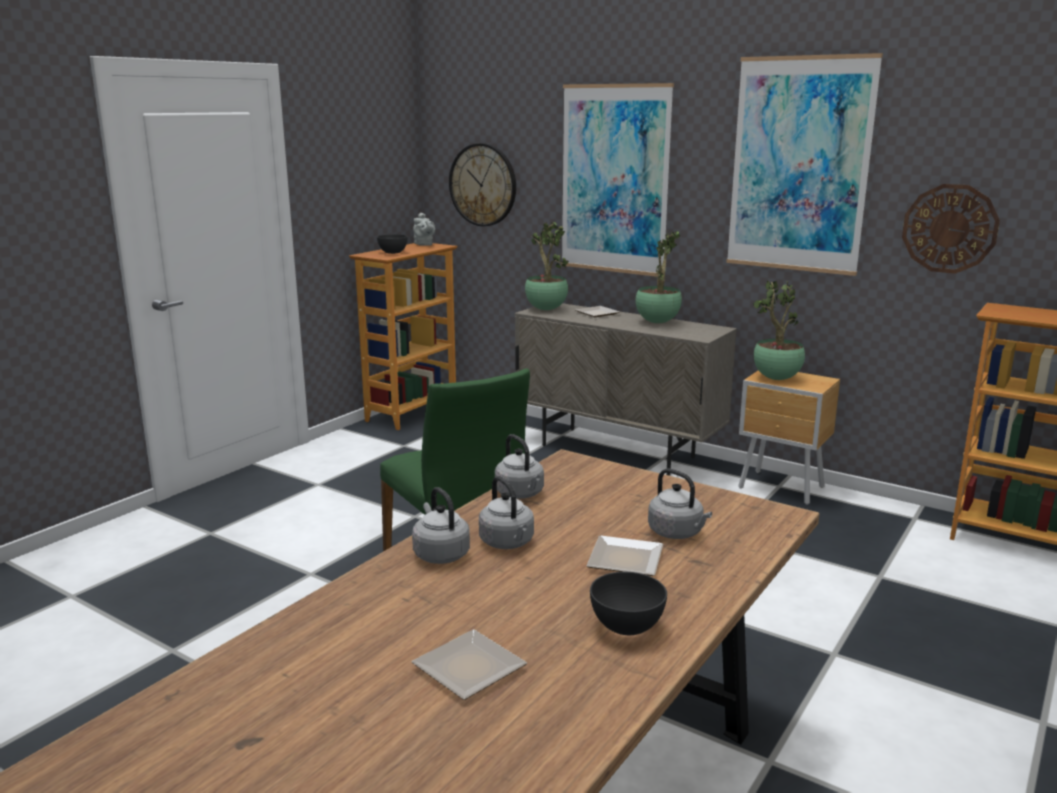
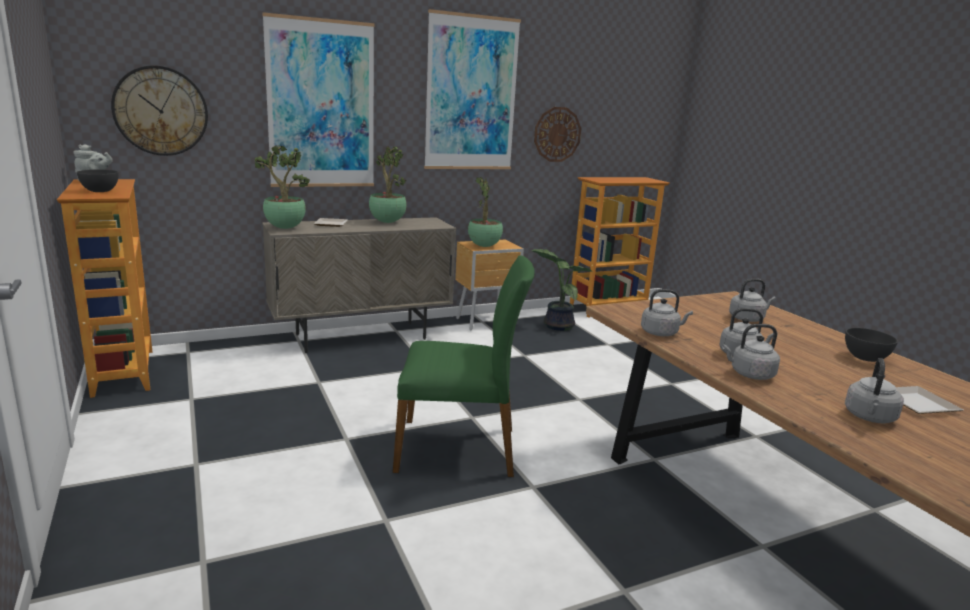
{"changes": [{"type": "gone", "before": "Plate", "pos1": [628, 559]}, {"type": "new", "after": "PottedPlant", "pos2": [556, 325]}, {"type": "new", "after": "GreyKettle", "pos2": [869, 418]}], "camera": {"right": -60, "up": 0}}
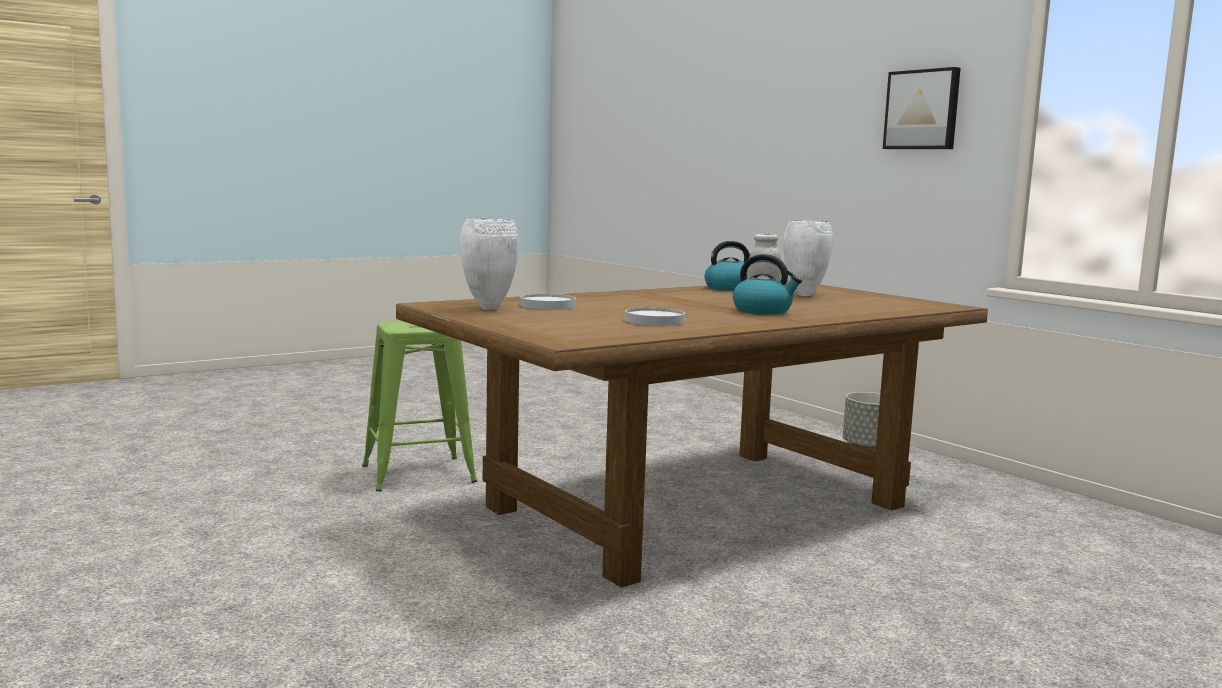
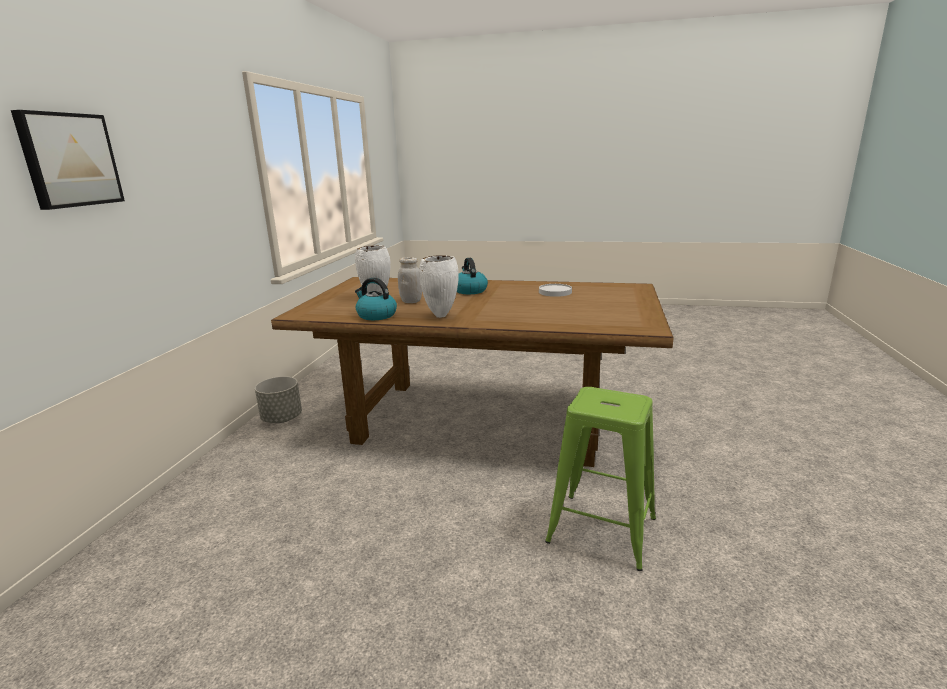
{"changes": [{"type": "gone", "before": "WhitePlate", "pos1": [547, 305]}, {"type": "shifted", "before": "WhiteVase", "pos1": [488, 308], "pos2": [440, 316]}, {"type": "shifted", "before": "Picture", "pos1": [923, 110], "pos2": [69, 160]}], "camera": {"right": -130, "up": 10}}
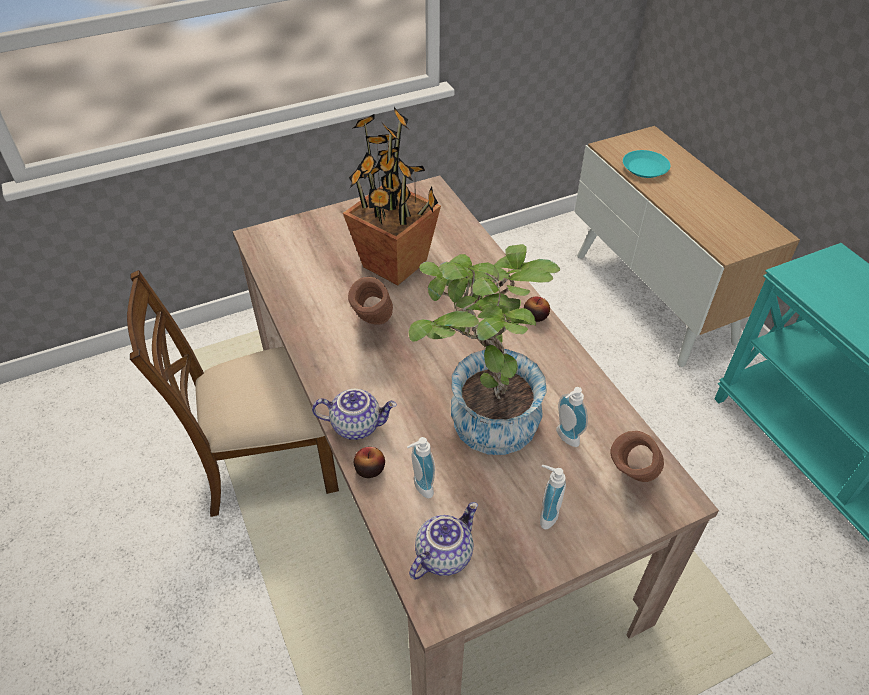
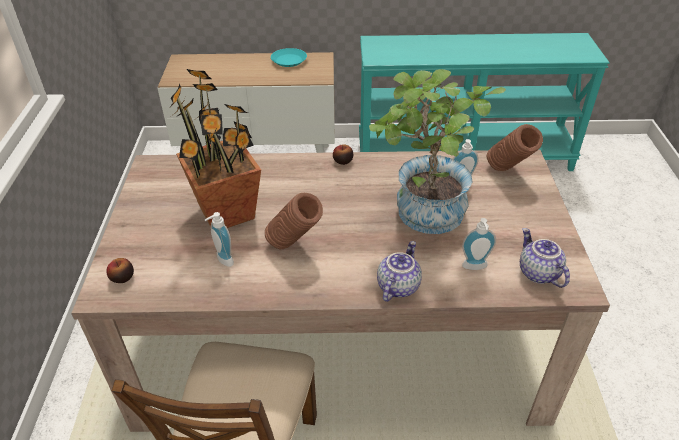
{"changes": [{"type": "shifted", "before": "Apple", "pos1": [370, 469], "pos2": [122, 277]}, {"type": "shifted", "before": "SoapDispenser", "pos1": [545, 514], "pos2": [222, 260]}, {"type": "shifted", "before": "TurquoisePlate", "pos1": [645, 168], "pos2": [289, 60]}], "camera": {"right": -65, "up": -5}}
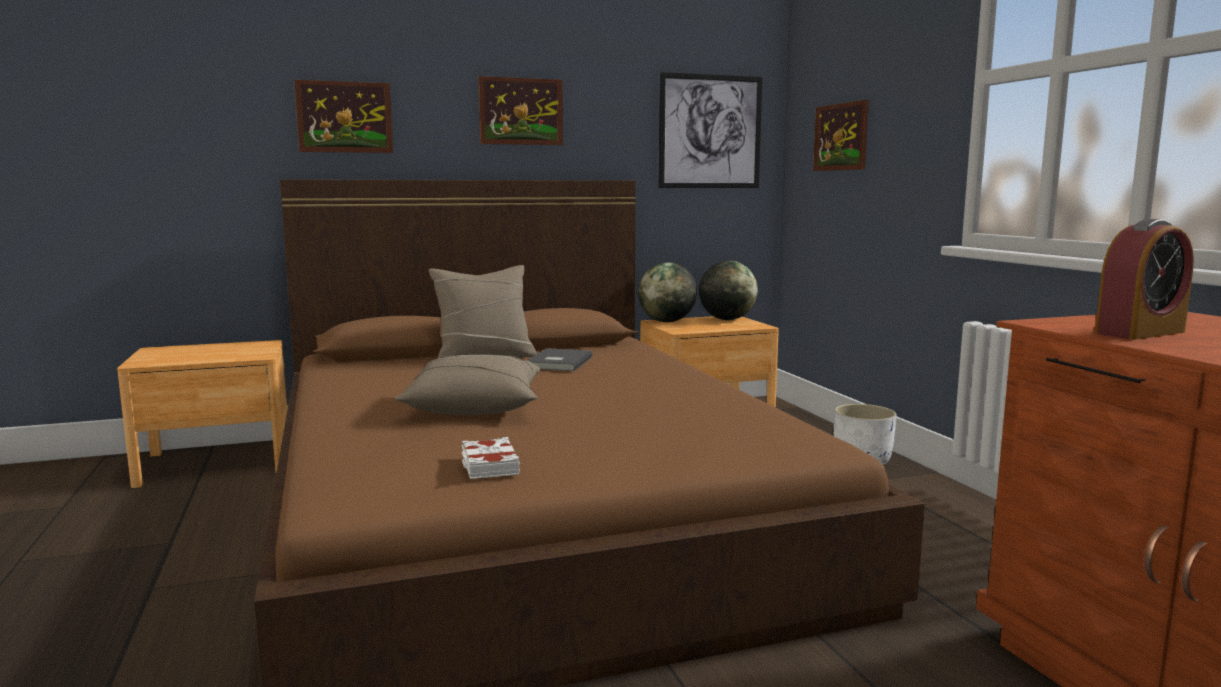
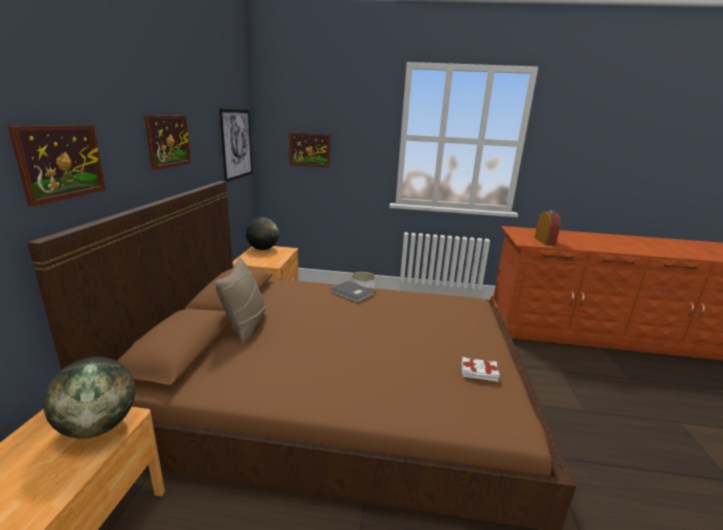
{"changes": [{"type": "gone", "before": "BeigePillow", "pos1": [475, 407]}, {"type": "shifted", "before": "GreyBook", "pos1": [557, 363], "pos2": [352, 293]}, {"type": "shifted", "before": "Globe", "pos1": [667, 322], "pos2": [98, 426]}], "camera": {"right": -65, "up": 10}}
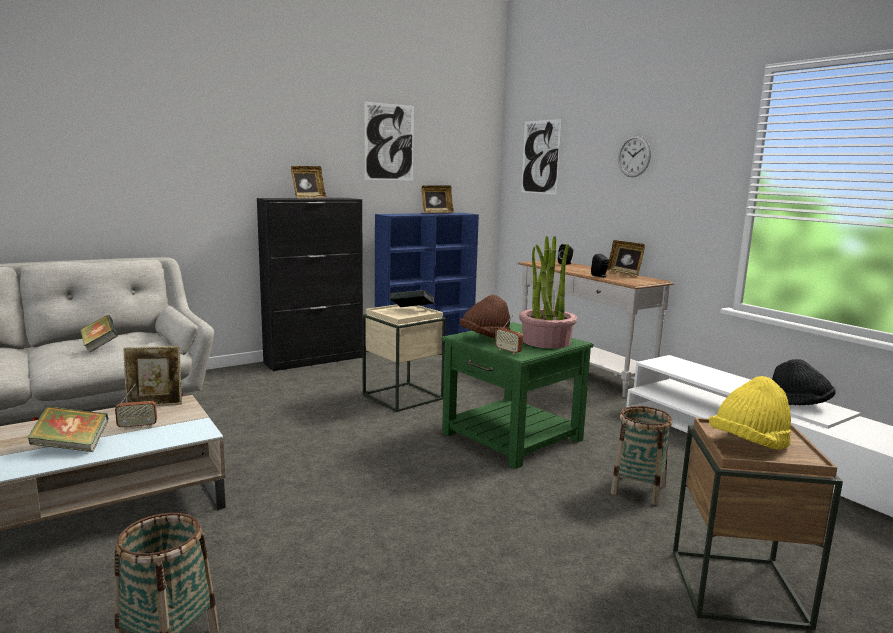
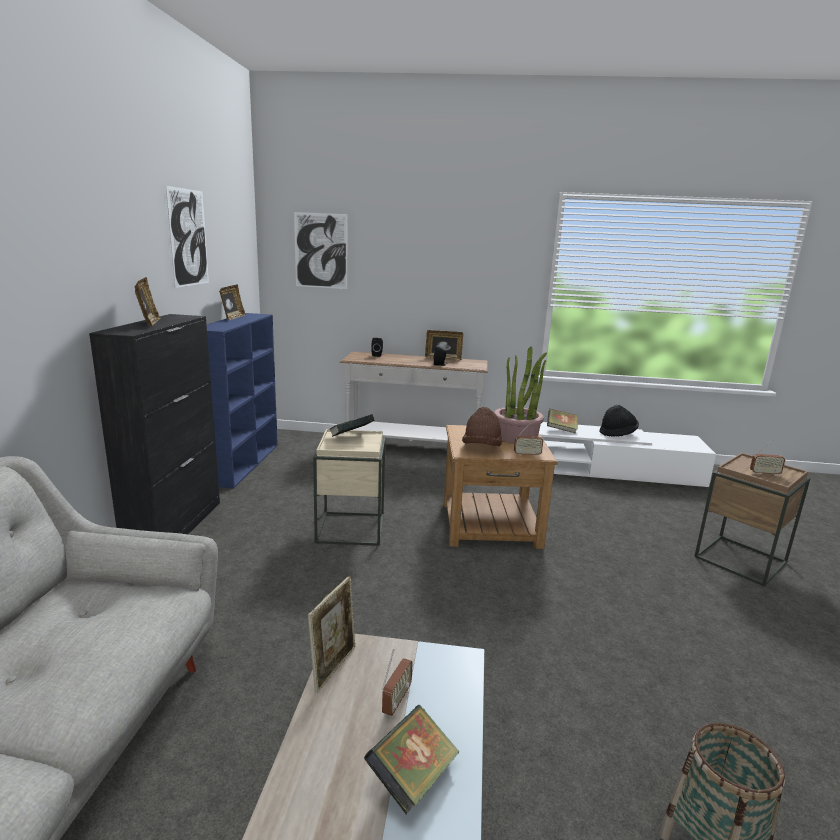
{"changes": [{"type": "gone", "before": "Basket", "pos1": [638, 490]}, {"type": "gone", "before": "WallClock", "pos1": [634, 156]}, {"type": "shifted", "before": "Book", "pos1": [100, 346], "pos2": [561, 430]}, {"type": "swapped", "before": "YellowHat", "after": "Radio", "pos1": [748, 445], "pos2": [764, 473]}, {"type": "repainted", "before": "GreenSideTable", "after": "BrownSideTable", "pos1": [511, 436], "pos2": [490, 525]}], "camera": {"right": -50, "up": 5}}
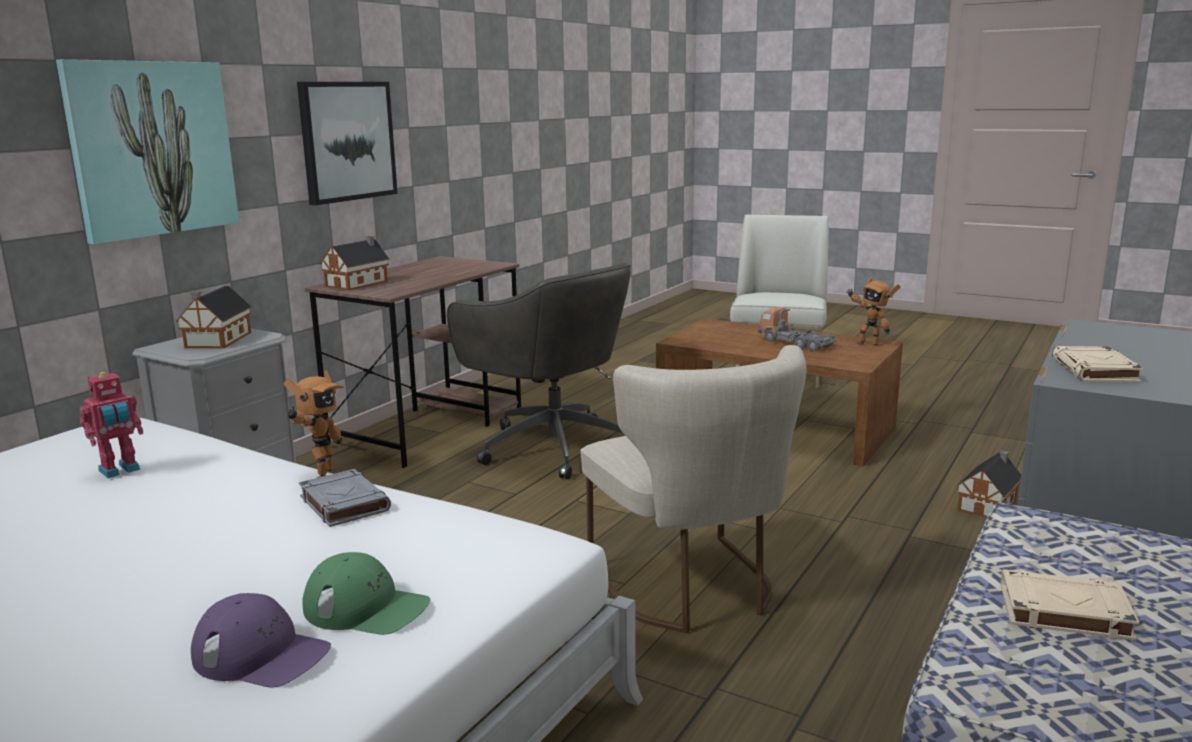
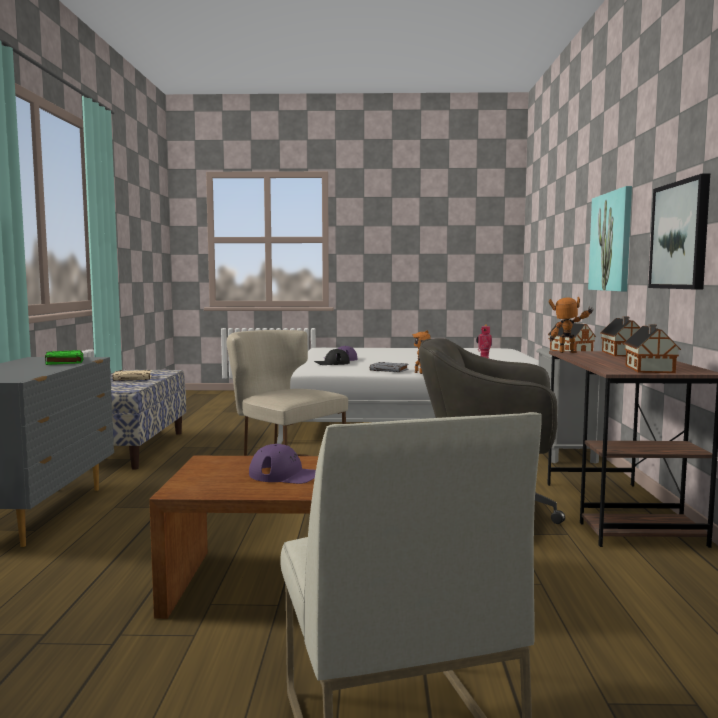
{"changes": [{"type": "shifted", "before": "ToyRobot", "pos1": [867, 343], "pos2": [569, 353]}, {"type": "shifted", "before": "ToyHouse", "pos1": [988, 504], "pos2": [649, 369]}, {"type": "swapped", "before": "ToyTruck", "after": "PurpleCap", "pos1": [795, 343], "pos2": [286, 475]}, {"type": "repainted", "before": "GreenCap", "after": "BlackCap", "pos1": [366, 608], "pos2": [331, 363]}, {"type": "repainted", "before": "BeigeBook", "after": "GreenBook", "pos1": [1095, 371], "pos2": [64, 361]}], "camera": {"right": 150, "up": -10}}
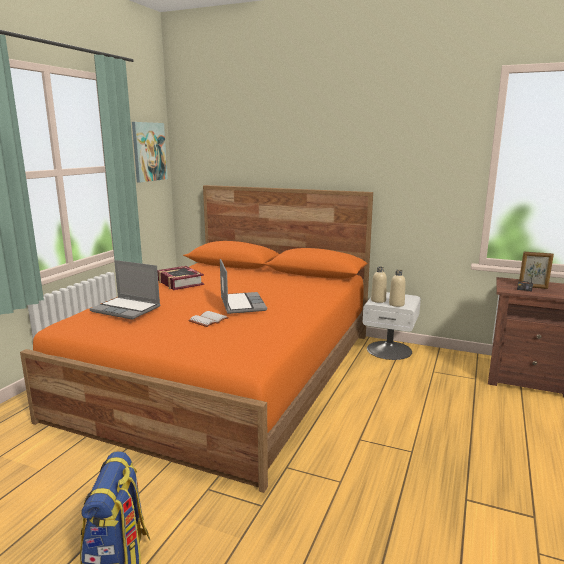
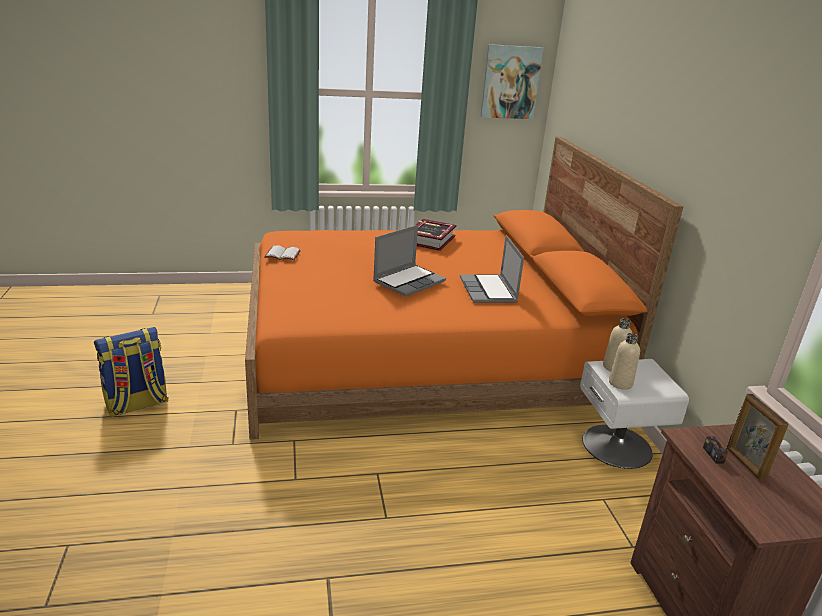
{"changes": [{"type": "shifted", "before": "Laptop", "pos1": [127, 309], "pos2": [489, 291]}, {"type": "shifted", "before": "WhiteBook", "pos1": [209, 321], "pos2": [282, 255]}], "camera": {"right": 55, "up": 10}}
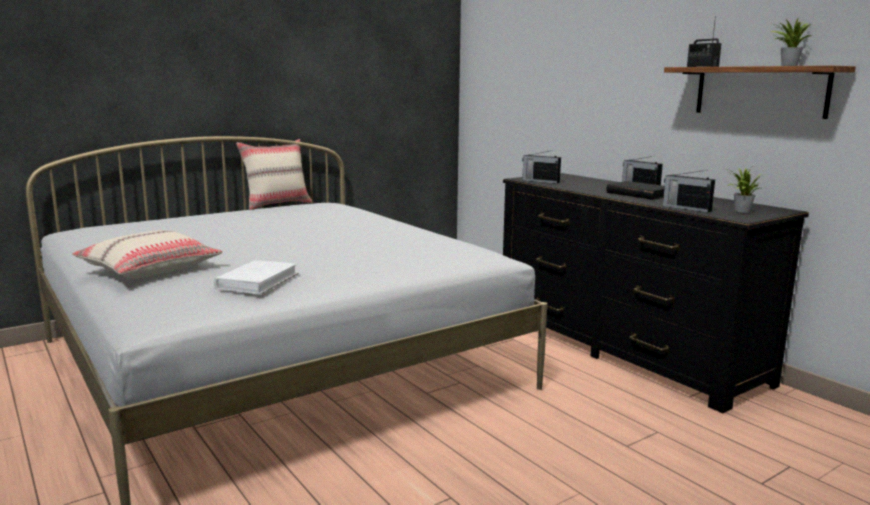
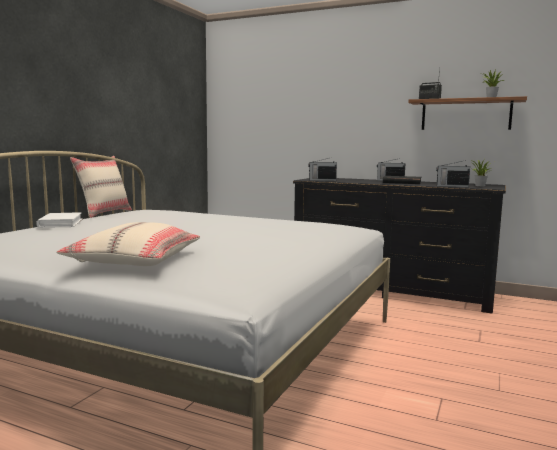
{"changes": [{"type": "shifted", "before": "WhiteBook", "pos1": [257, 281], "pos2": [61, 223]}], "camera": {"right": -30, "up": -5}}
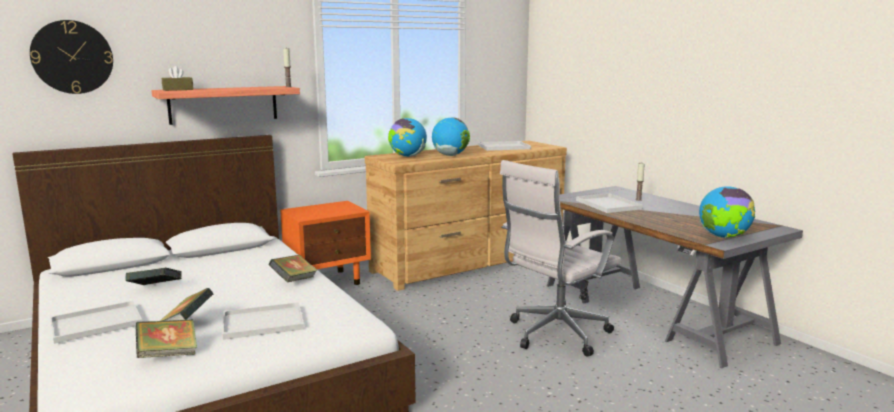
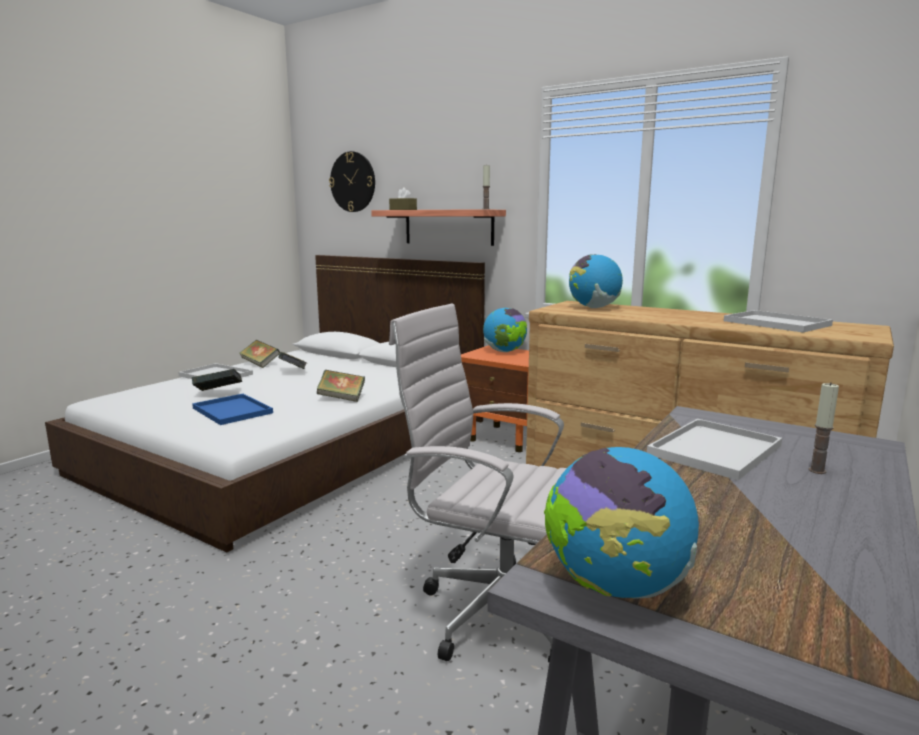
{"changes": [{"type": "shifted", "before": "Book", "pos1": [168, 354], "pos2": [260, 364]}, {"type": "shifted", "before": "Globe", "pos1": [450, 155], "pos2": [504, 351]}, {"type": "repainted", "before": "WhiteTray", "after": "BlueTray", "pos1": [264, 322], "pos2": [234, 411]}], "camera": {"right": 65, "up": 0}}
